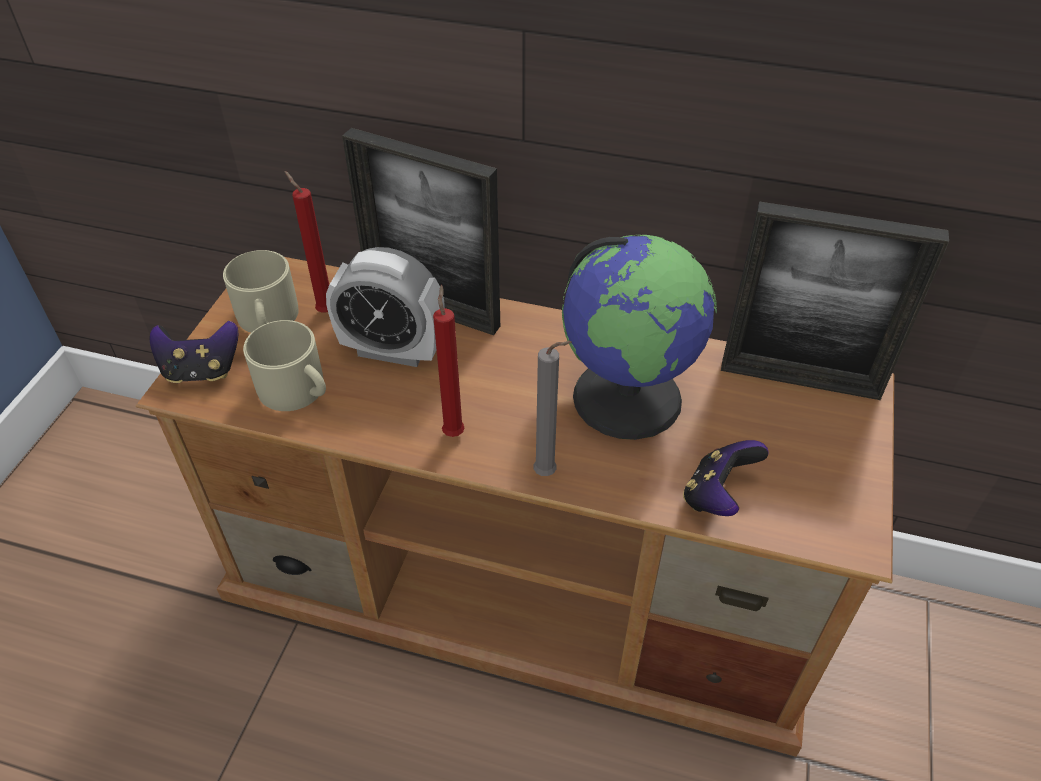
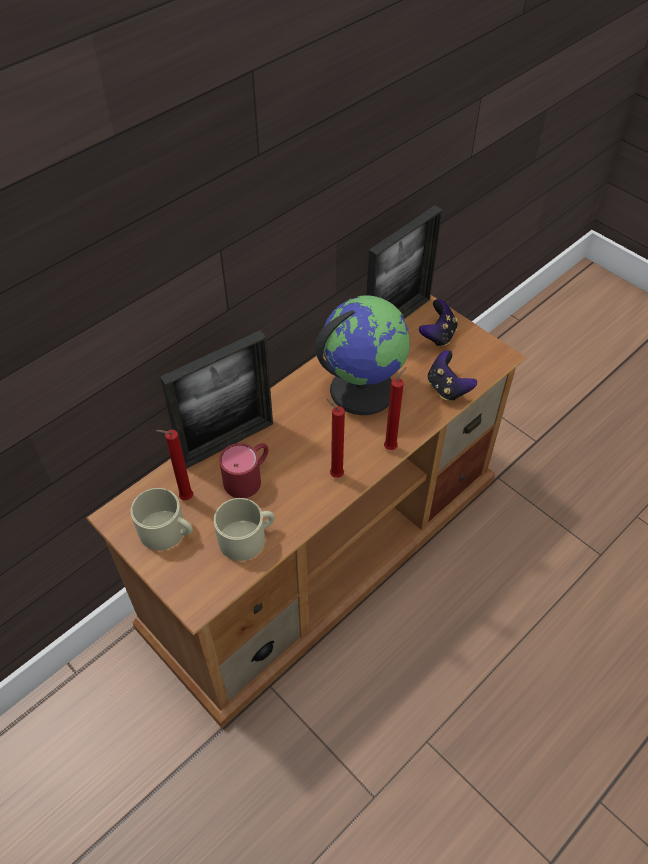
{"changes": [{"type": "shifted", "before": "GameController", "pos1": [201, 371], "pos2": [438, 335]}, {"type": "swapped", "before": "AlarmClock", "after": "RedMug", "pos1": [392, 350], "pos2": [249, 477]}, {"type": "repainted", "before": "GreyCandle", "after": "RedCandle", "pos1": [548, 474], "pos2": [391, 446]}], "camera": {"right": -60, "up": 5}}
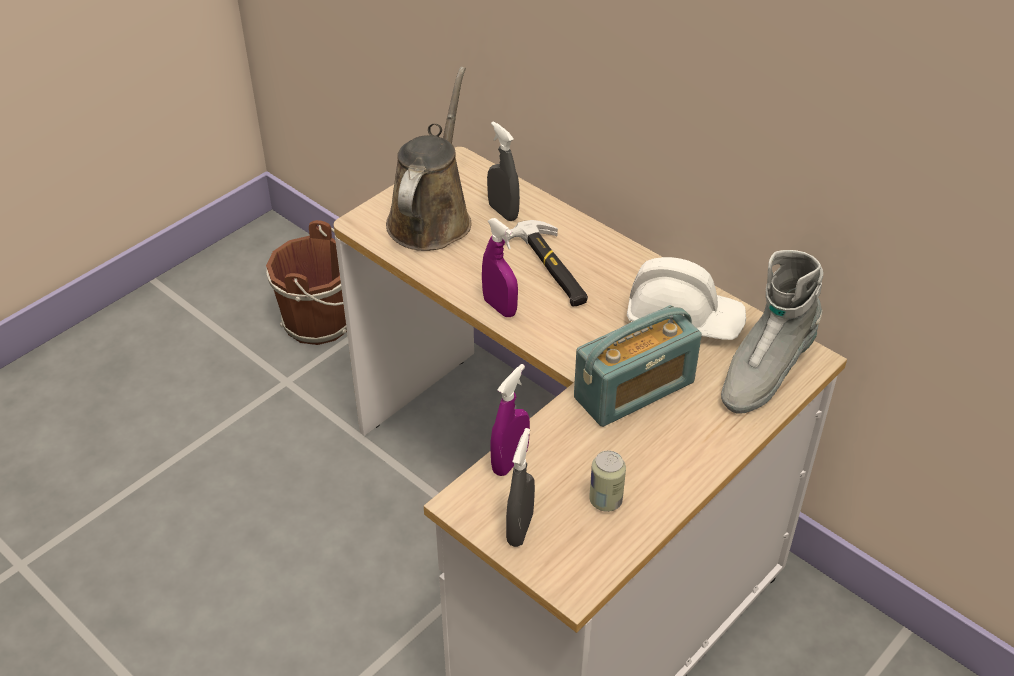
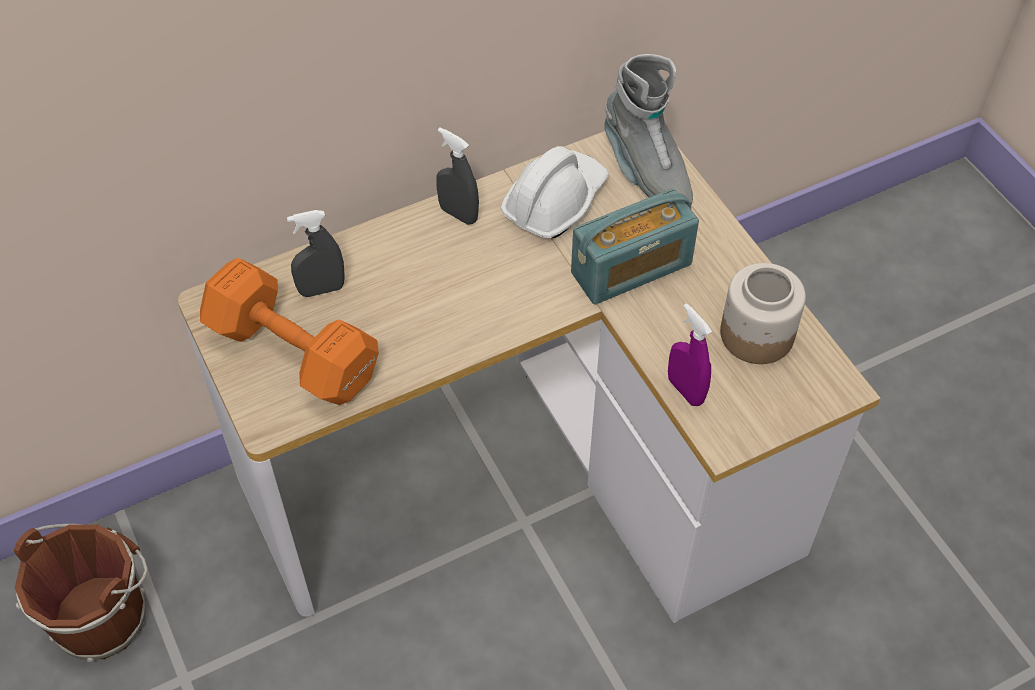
{"changes": [{"type": "gone", "before": "PurpleSprayBottle", "pos1": [500, 307]}, {"type": "gone", "before": "Hammer", "pos1": [549, 268]}, {"type": "shifted", "before": "GreySprayBottle", "pos1": [520, 528], "pos2": [458, 214]}, {"type": "swapped", "before": "BrownWateringCan", "after": "OrangeDumbbell", "pos1": [432, 217], "pos2": [295, 355]}, {"type": "swapped", "before": "Can", "after": "Jar", "pos1": [605, 501], "pos2": [755, 334]}, {"type": "rotated", "before": "Radio", "pos1": [634, 390], "pos2": [631, 269], "turn": 75}], "camera": {"right": -70, "up": 10}}
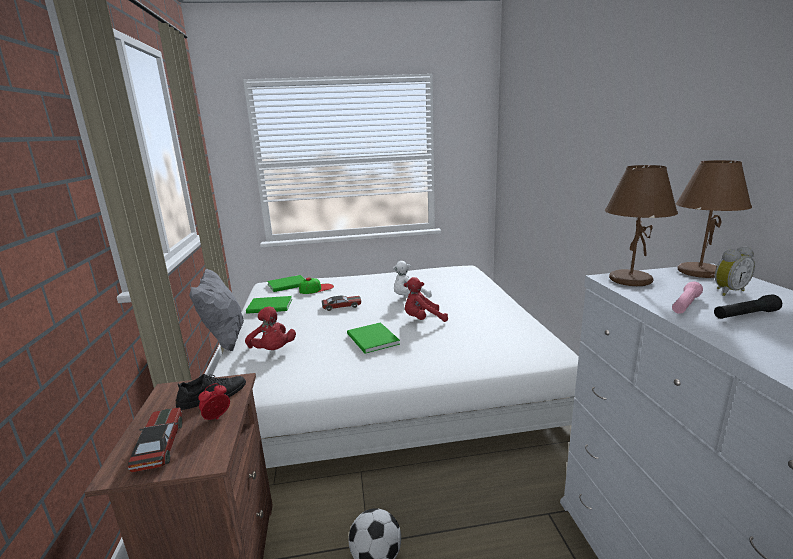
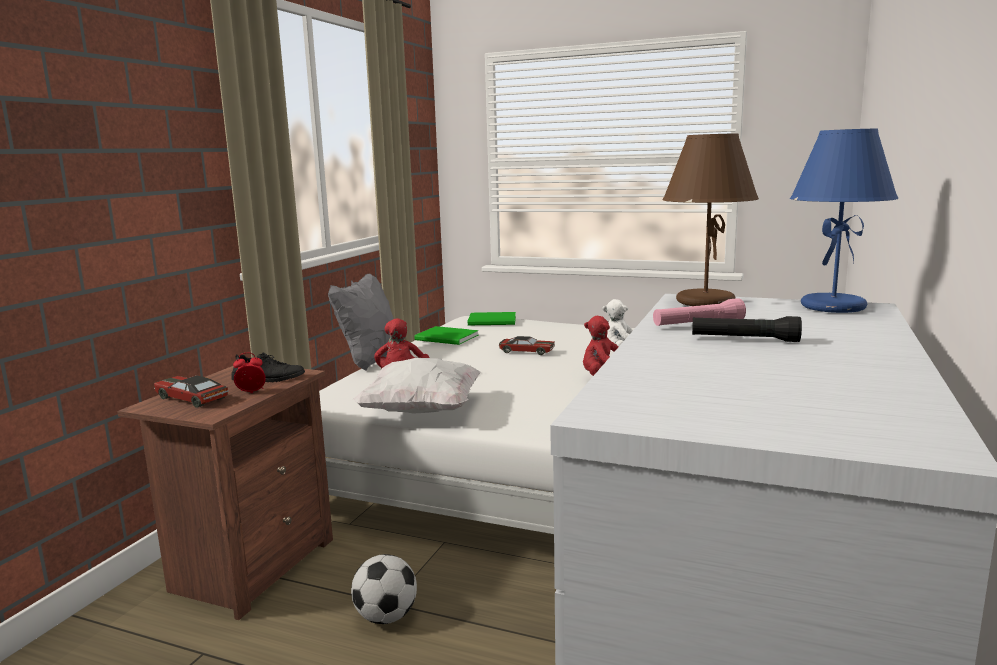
{"changes": [{"type": "gone", "before": "Cap", "pos1": [316, 288]}, {"type": "gone", "before": "GreenBook", "pos1": [372, 340]}, {"type": "gone", "before": "AlarmClock", "pos1": [727, 291]}, {"type": "new", "after": "WhitePillow", "pos2": [422, 411]}, {"type": "repainted", "before": "BrownTableLamp", "after": "BlueTableLamp", "pos1": [698, 272], "pos2": [833, 306]}, {"type": "rotated", "before": "ToyCar", "pos1": [159, 445], "pos2": [191, 398], "turn": -75}], "camera": {"right": 30, "up": -5}}
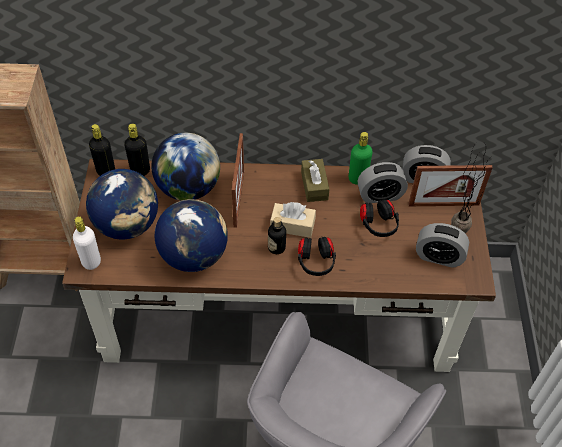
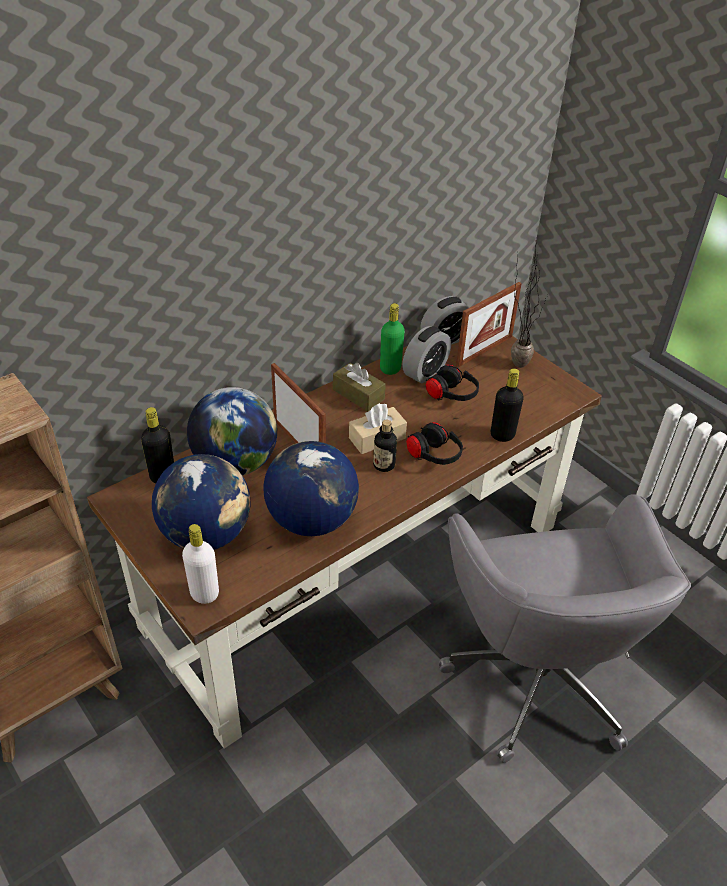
{"changes": [{"type": "gone", "before": "AlarmClock", "pos1": [439, 256]}, {"type": "shifted", "before": "BlackBottle", "pos1": [106, 171], "pos2": [502, 435]}], "camera": {"right": -40, "up": -10}}
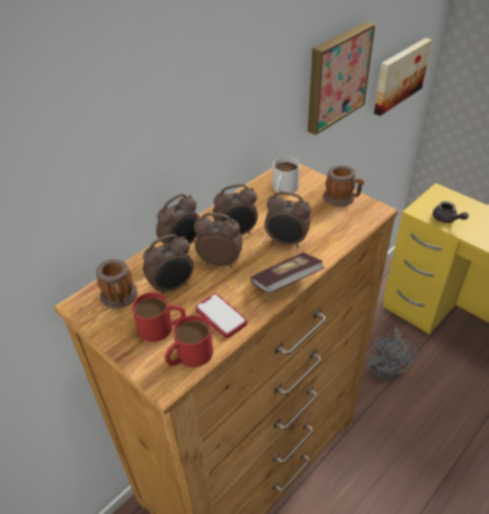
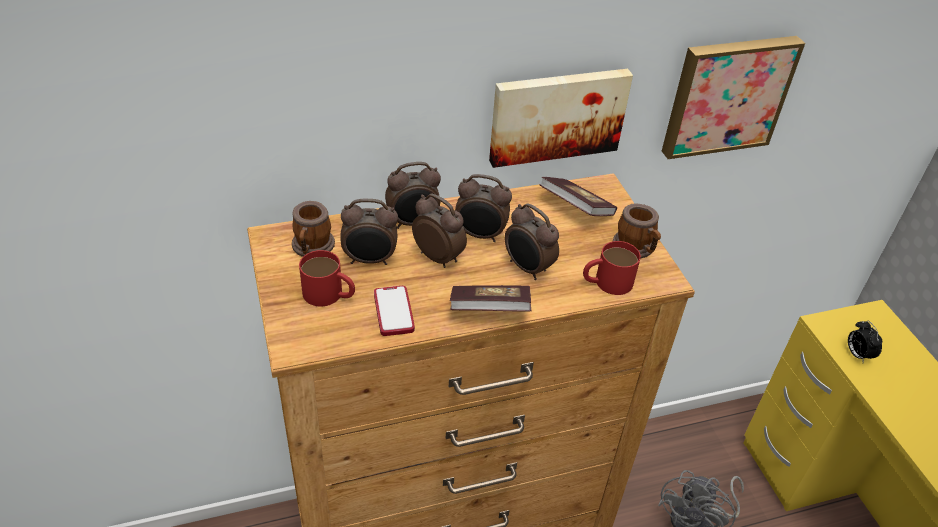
{"changes": [{"type": "shifted", "before": "RedMug", "pos1": [189, 356], "pos2": [606, 282]}, {"type": "shifted", "before": "Picture", "pos1": [399, 75], "pos2": [557, 115]}, {"type": "swapped", "before": "WhiteMug", "after": "Book", "pos1": [283, 189], "pos2": [575, 208]}, {"type": "swapped", "before": "GreyTeapot", "after": "AlarmClock", "pos1": [446, 219], "pos2": [857, 354]}], "camera": {"right": 25, "up": 0}}
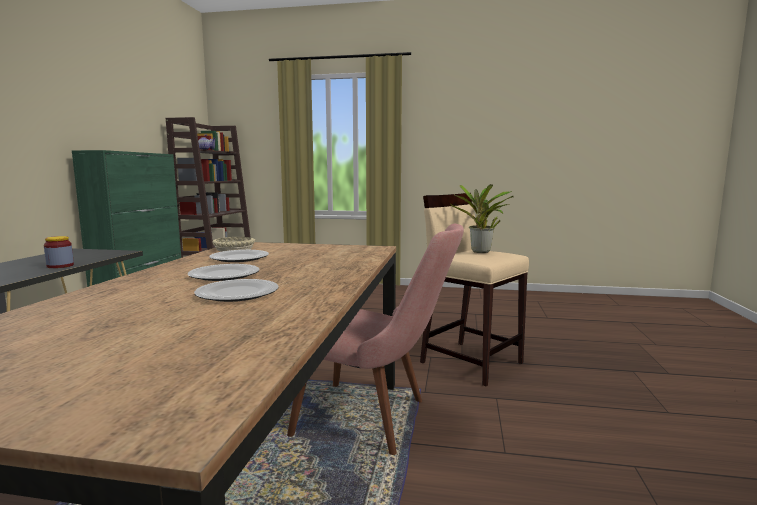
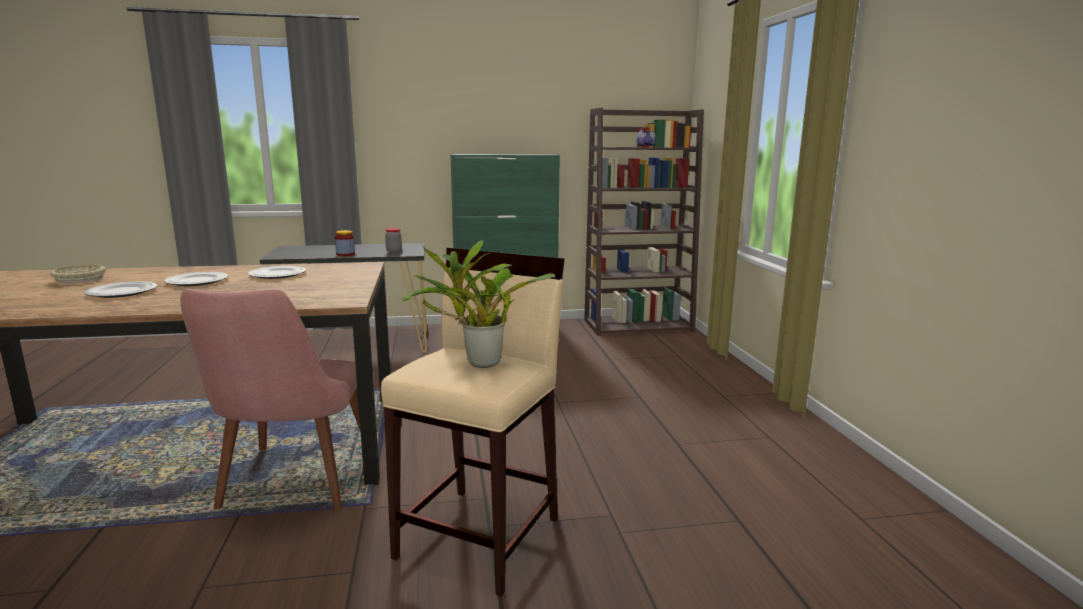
{"changes": [{"type": "new", "after": "Jar", "pos2": [394, 251]}, {"type": "shifted", "before": "BeigeBowl", "pos1": [234, 249], "pos2": [79, 279]}], "camera": {"right": 70, "up": 5}}
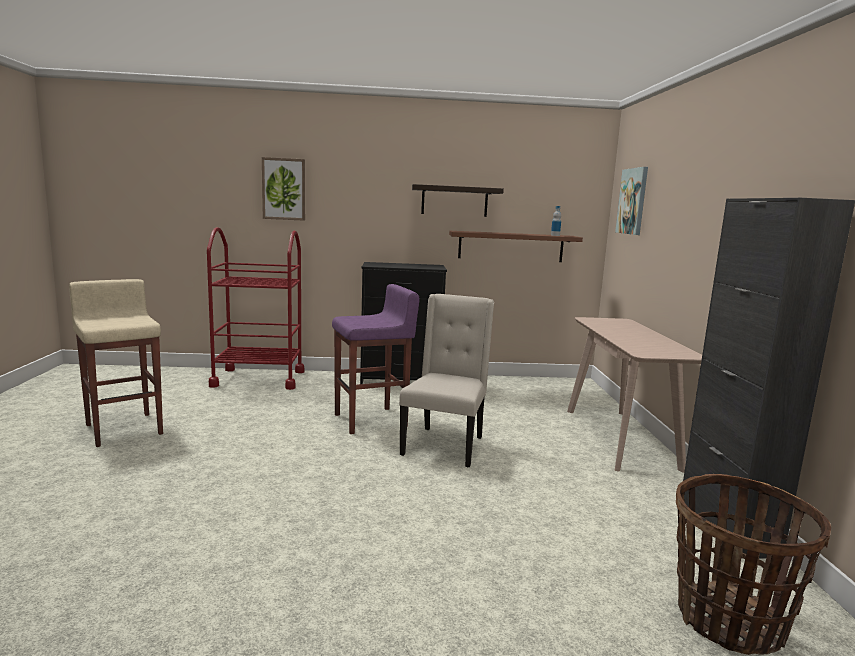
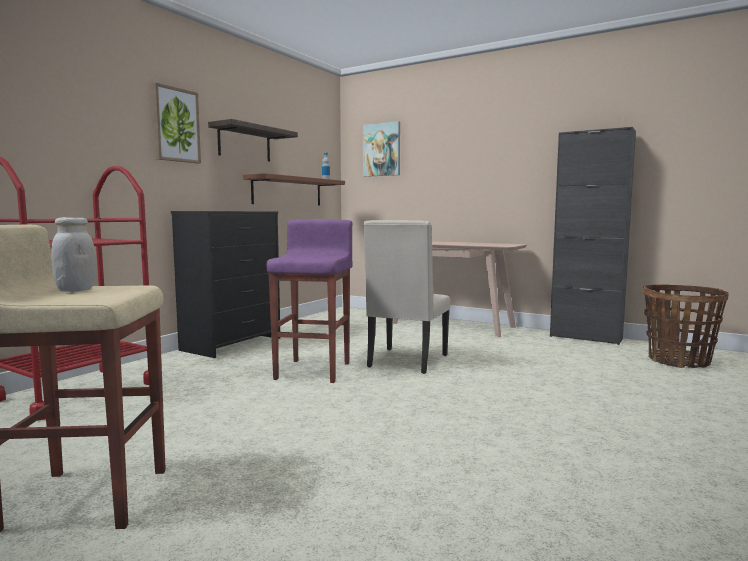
{"changes": [{"type": "new", "after": "WhiteJar", "pos2": [76, 290]}, {"type": "shifted", "before": "Picture", "pos1": [284, 189], "pos2": [176, 125]}, {"type": "rotated", "before": "BeigeChair", "pos1": [444, 445], "pos2": [406, 361], "turn": -120}], "camera": {"right": -55, "up": -5}}
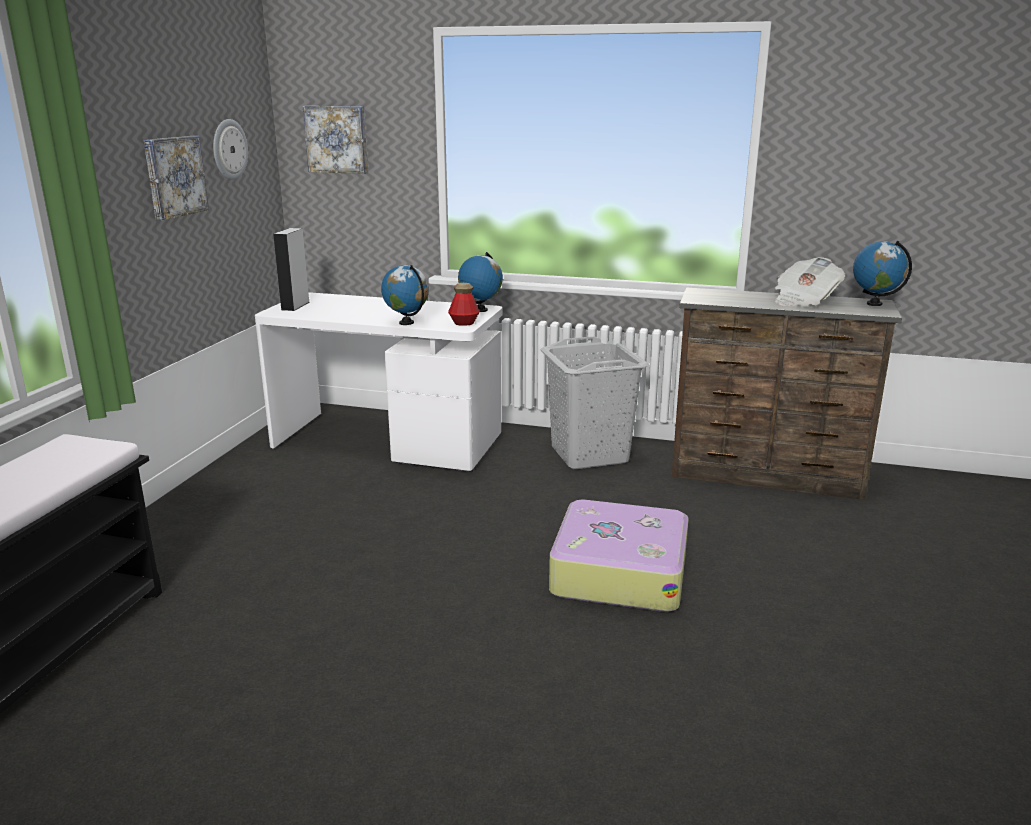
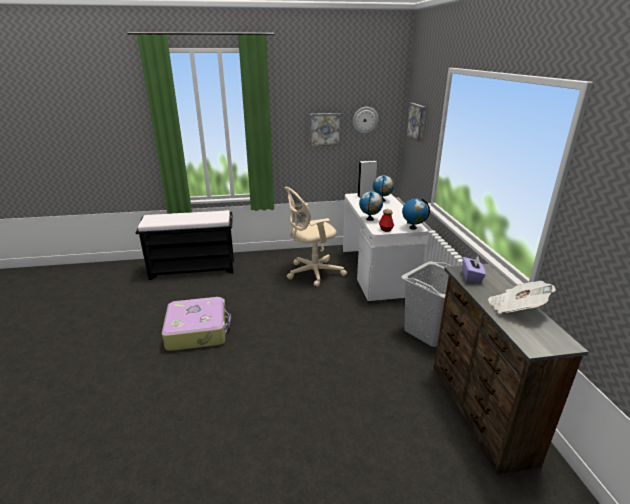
{"changes": [{"type": "new", "after": "BeigeOfficeChair", "pos2": [312, 273]}, {"type": "new", "after": "PurpleTissueBox", "pos2": [471, 277]}, {"type": "shifted", "before": "Suitcase", "pos1": [618, 571], "pos2": [198, 330]}, {"type": "shifted", "before": "Globe", "pos1": [874, 304], "pos2": [382, 200]}], "camera": {"right": 65, "up": 5}}
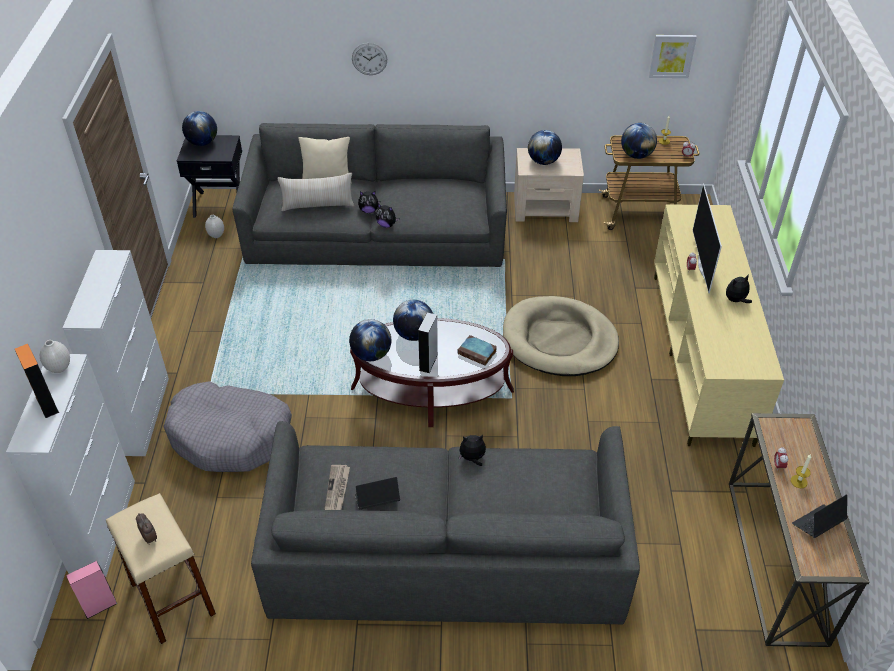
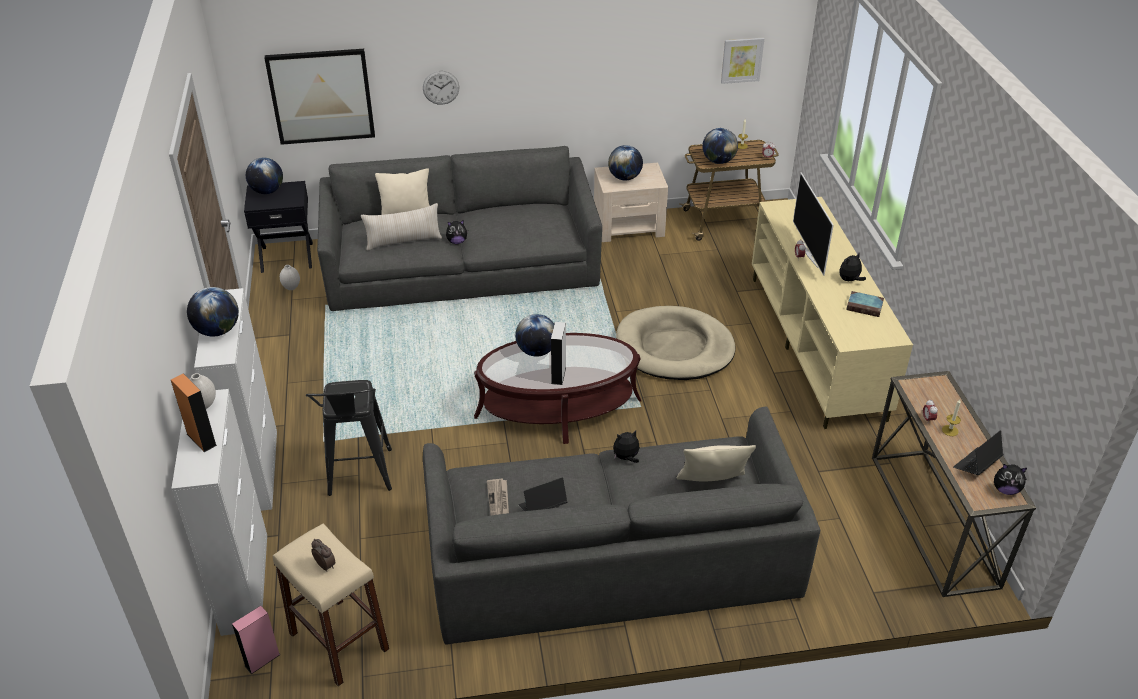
{"changes": [{"type": "new", "after": "Picture", "pos2": [321, 96]}, {"type": "new", "after": "BeigePillow", "pos2": [712, 484]}, {"type": "shifted", "before": "Globe", "pos1": [371, 355], "pos2": [217, 331]}, {"type": "shifted", "before": "PlushToy", "pos1": [386, 225], "pos2": [1005, 489]}, {"type": "shifted", "before": "Book", "pos1": [478, 352], "pos2": [865, 306]}, {"type": "swapped", "before": "GreyDogBed", "after": "BlackStool", "pos1": [231, 436], "pos2": [359, 478]}], "camera": {"right": -10, "up": -5}}
